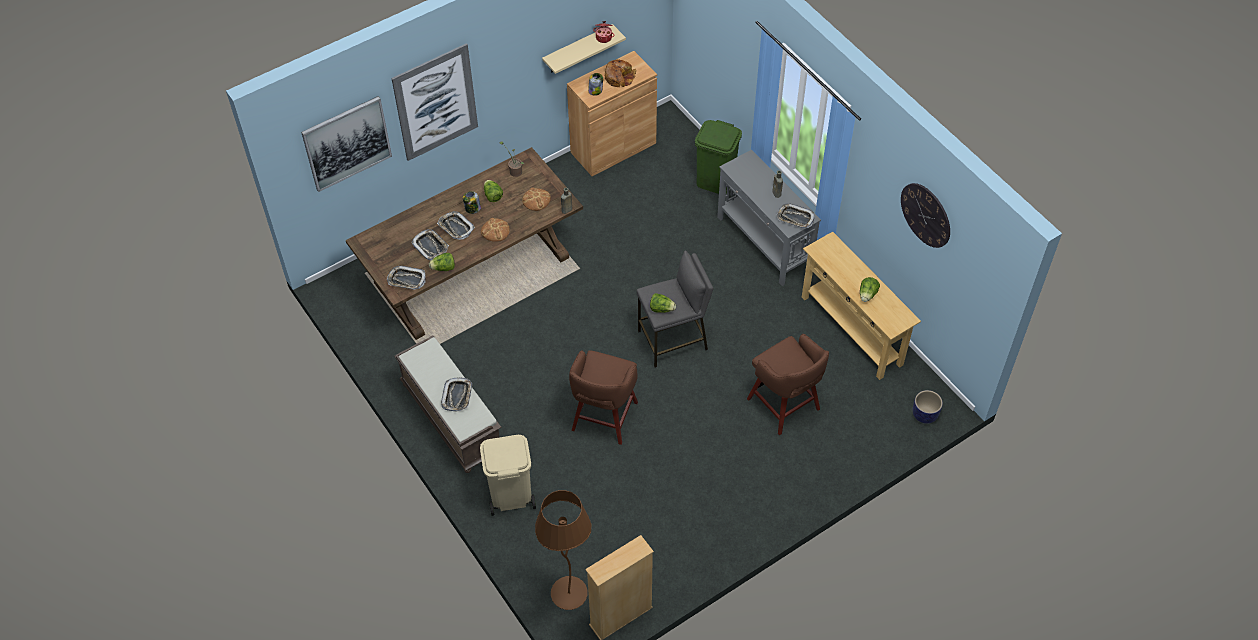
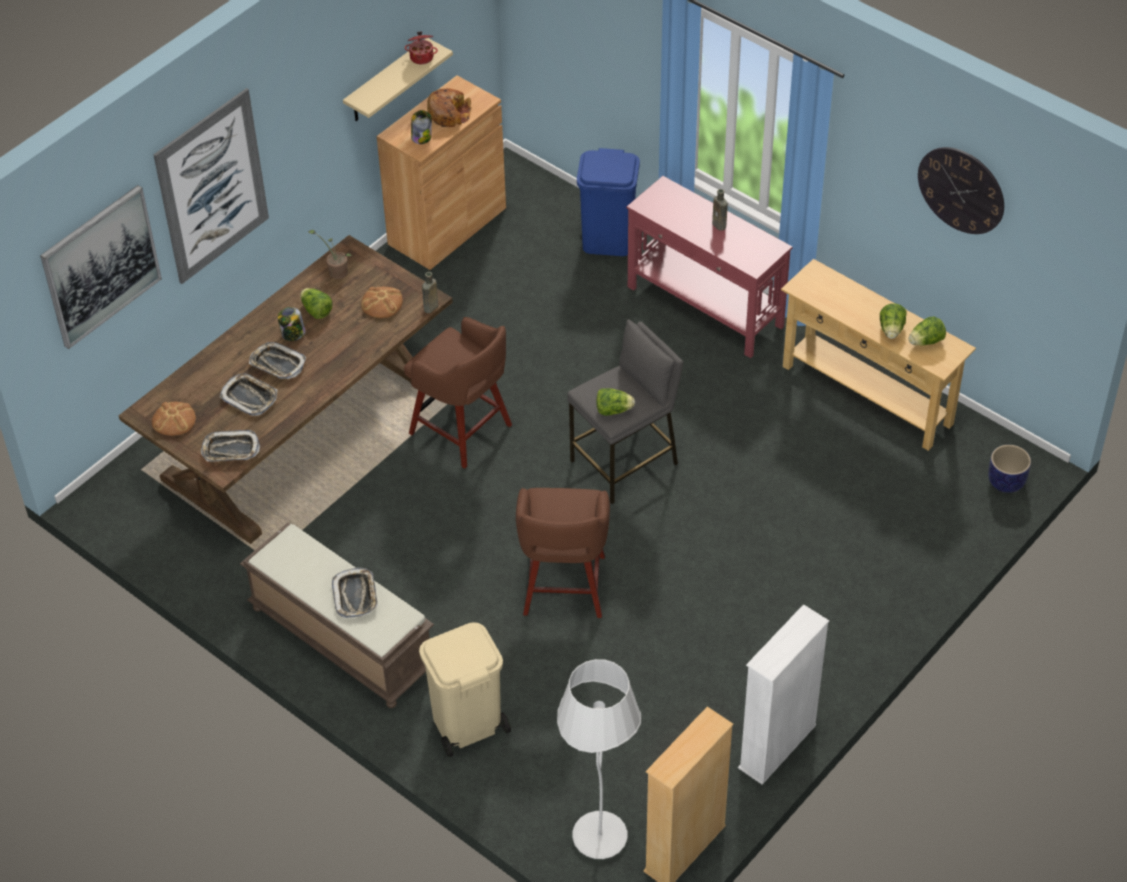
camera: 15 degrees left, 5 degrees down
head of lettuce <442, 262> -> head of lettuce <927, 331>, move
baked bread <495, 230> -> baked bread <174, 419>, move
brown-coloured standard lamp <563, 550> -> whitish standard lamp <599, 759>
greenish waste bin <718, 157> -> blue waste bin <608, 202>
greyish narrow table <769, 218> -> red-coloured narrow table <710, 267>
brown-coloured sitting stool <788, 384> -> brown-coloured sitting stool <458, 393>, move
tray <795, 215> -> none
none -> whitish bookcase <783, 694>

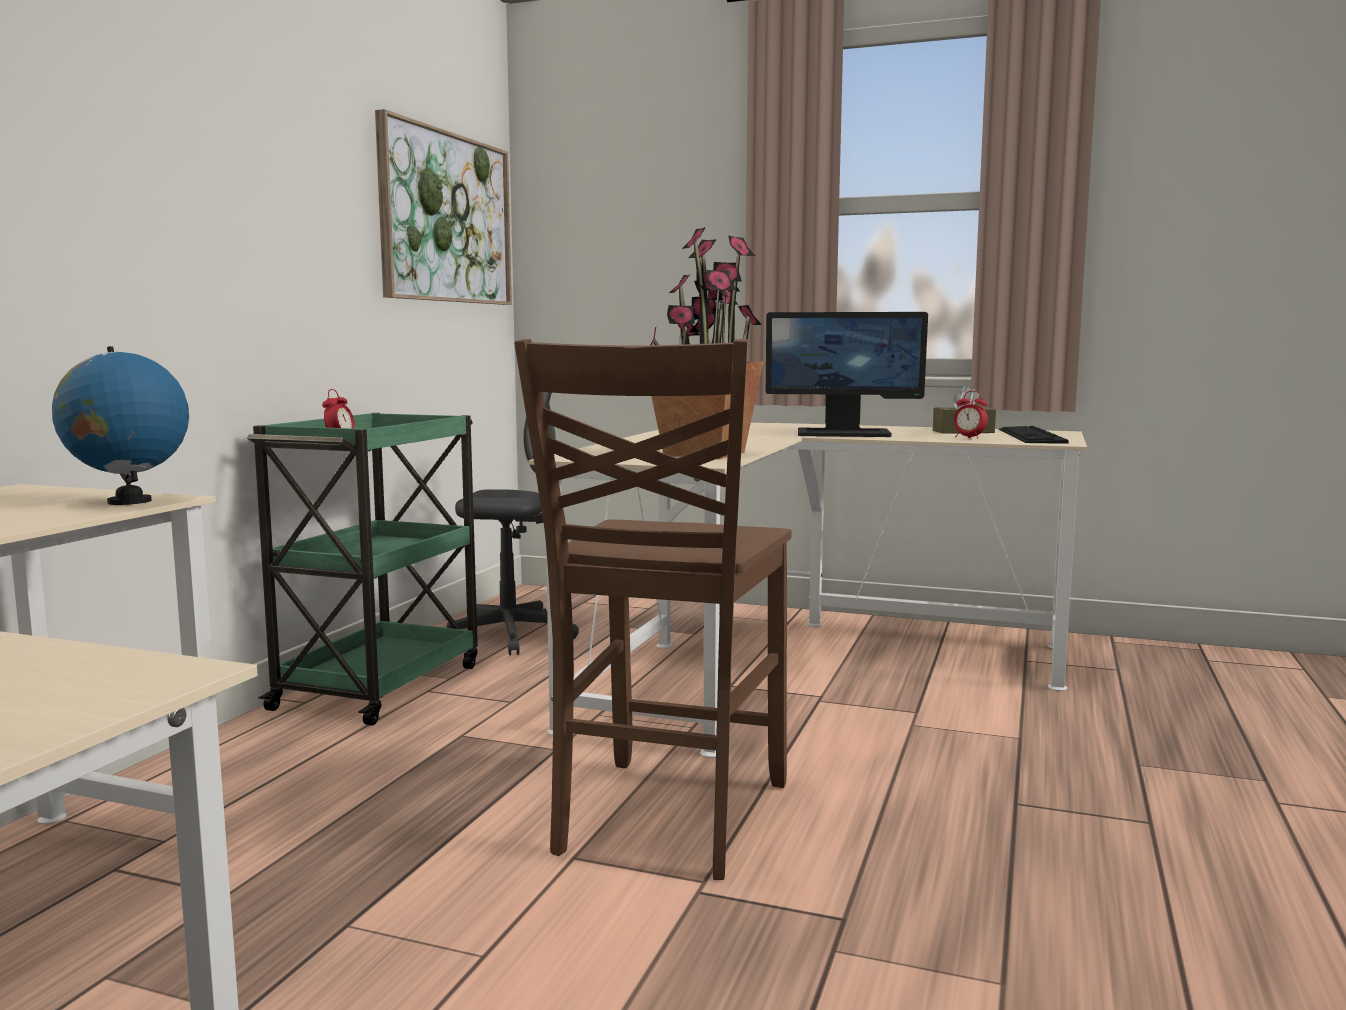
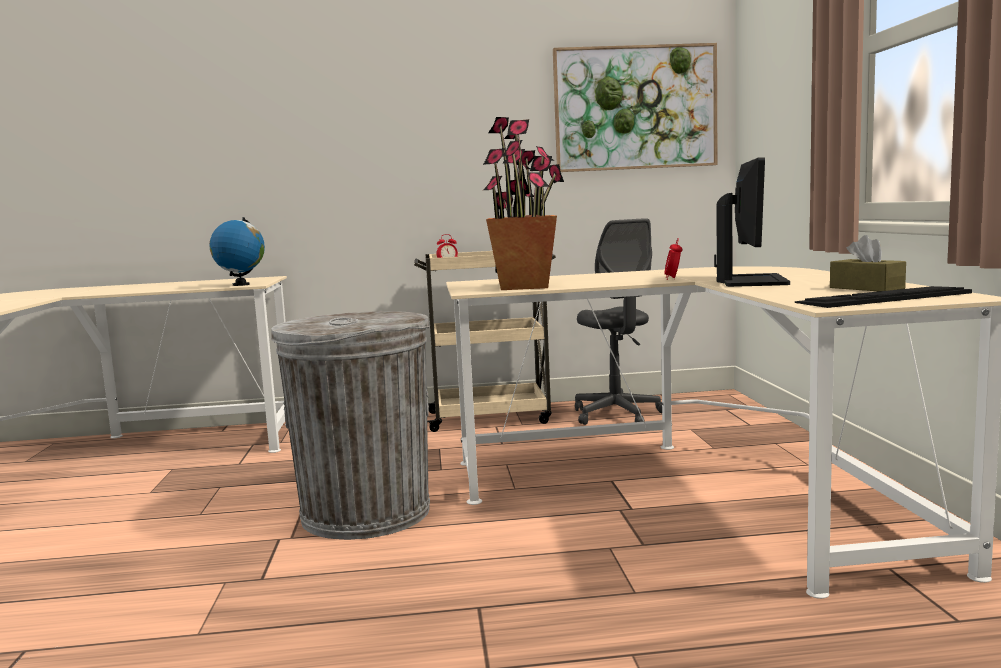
camera: 65 degrees right, 0 degrees up
greenish wheeled cart <362, 569> -> sand-coloured wheeled cart <485, 341>
brown-coloured plain chair <652, 609> -> greyish waste bin <350, 425>
computer display <847, 374> -> computer display <752, 222>, 150 degrees counterclockwise
table clock <971, 415> -> table clock <673, 259>, move

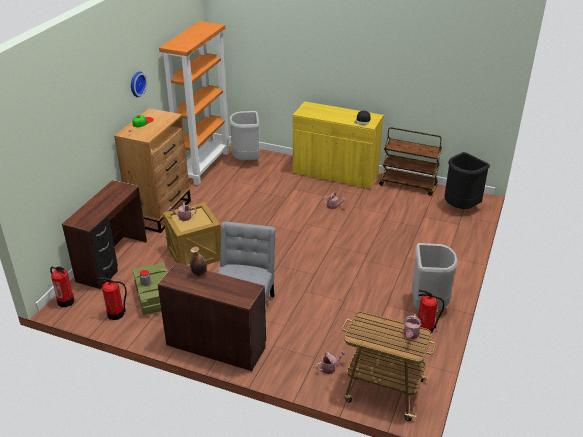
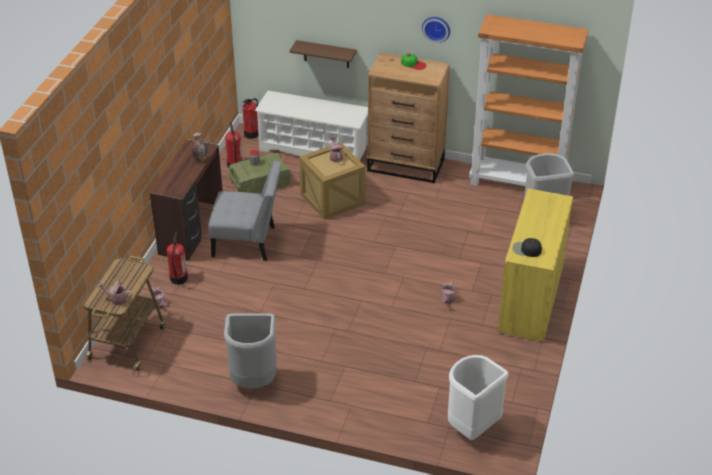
camera: 85 degrees right, 5 degrees up
brown-coloured desk unit <104, 234> -> whitish shoe shelf <311, 125>
brown-coloured wheeled cart <410, 161> -> none
fire-fighting cylinder <431, 311> -> fire-fighting cylinder <177, 258>, move
black-coloured waste bin <467, 180> -> whitish waste bin <478, 397>
none -> brown-coloured wall shelf <323, 54>

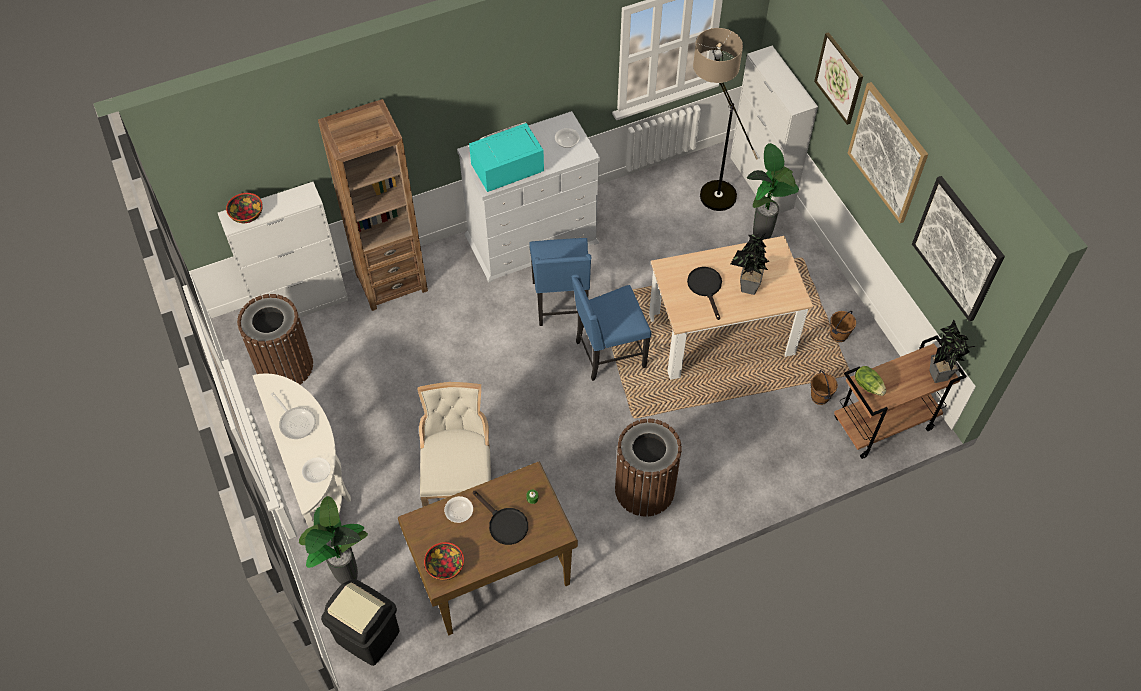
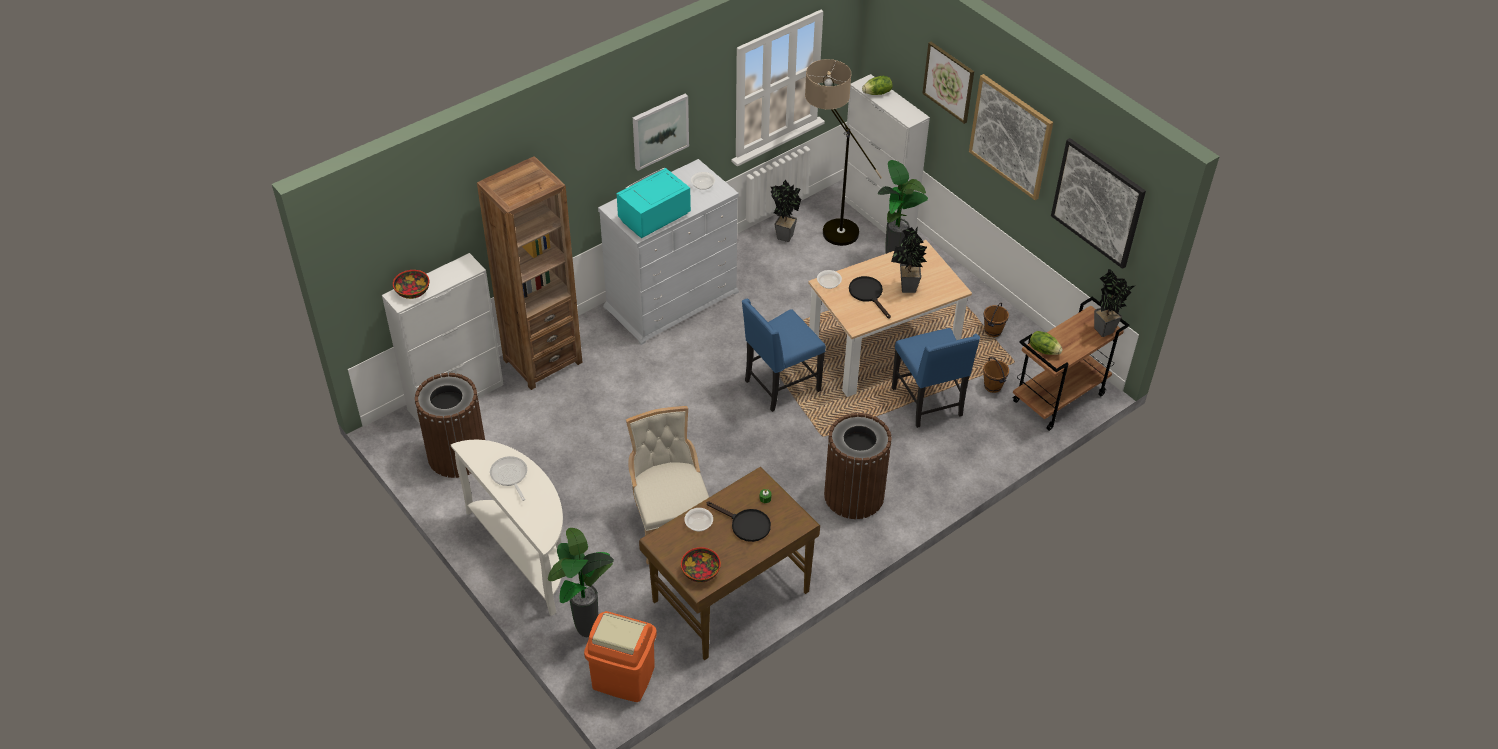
camera: 15 degrees left, 10 degrees down
skillet <293, 416> -> skillet <508, 478>, 150 degrees counterclockwise
bowl <316, 470> -> bowl <829, 279>, move
black-coloured waste bin <360, 622> -> orange waste bin <620, 656>
blue plain chair <560, 282> -> blue plain chair <936, 378>, move
none -> picture <661, 132>
none -> plant in a pot <786, 211>
none -> head of lettuce <877, 85>

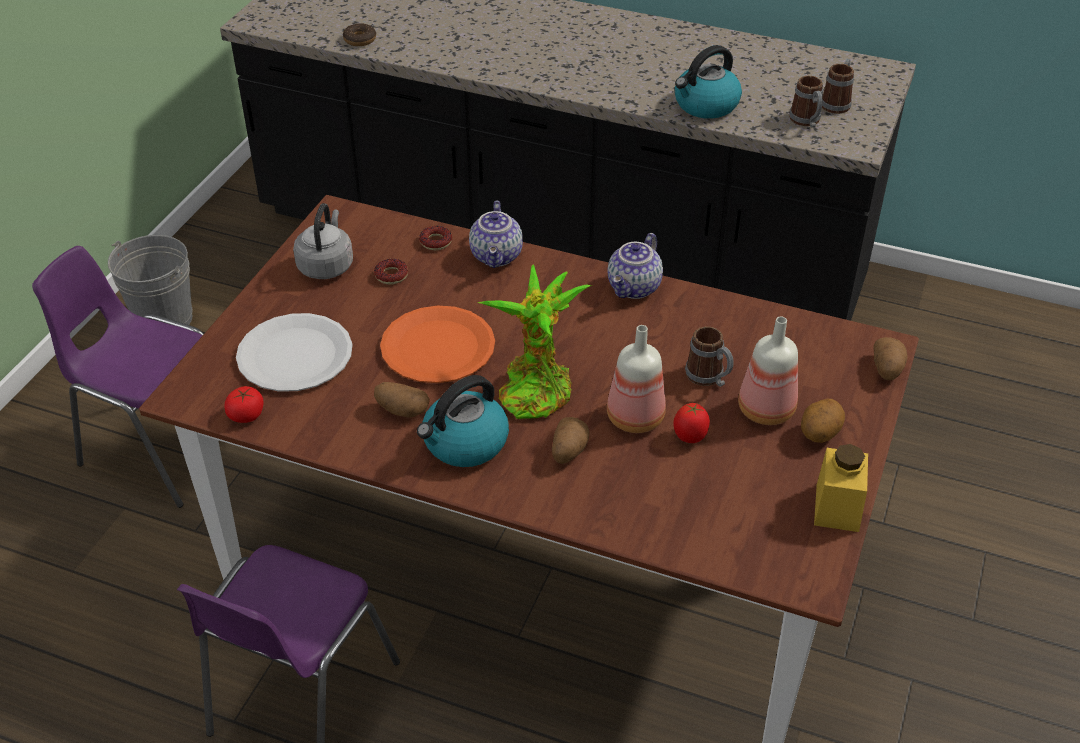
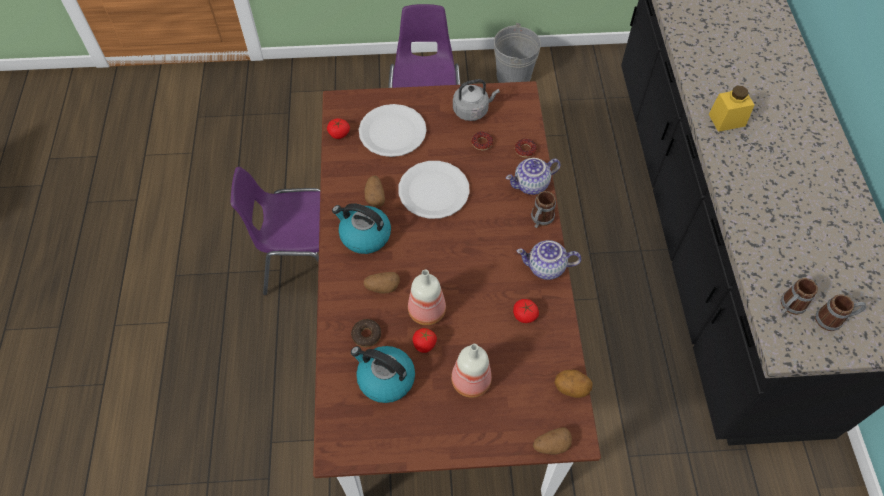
camera: 65 degrees right, 15 degrees up
doughnut <359, 34> -> doughnut <366, 333>, move
orange flat dish <437, 344> -> whitish flat dish <434, 190>
plant in a pot <534, 341> -> none
tea kettle <708, 82> -> tea kettle <383, 374>, move
mug <709, 356> -> mug <543, 209>, move
spud <823, 421> -> spud <573, 384>, move
yellow-coloured storage jar <841, 488> -> yellow-coloured storage jar <731, 109>, move
none -> fresh tomato <526, 311>

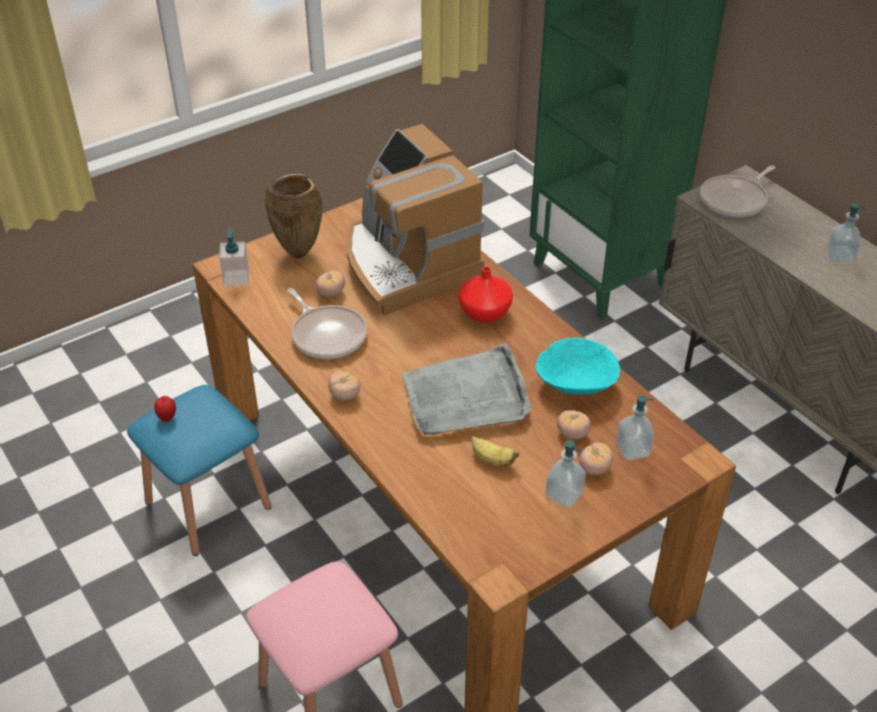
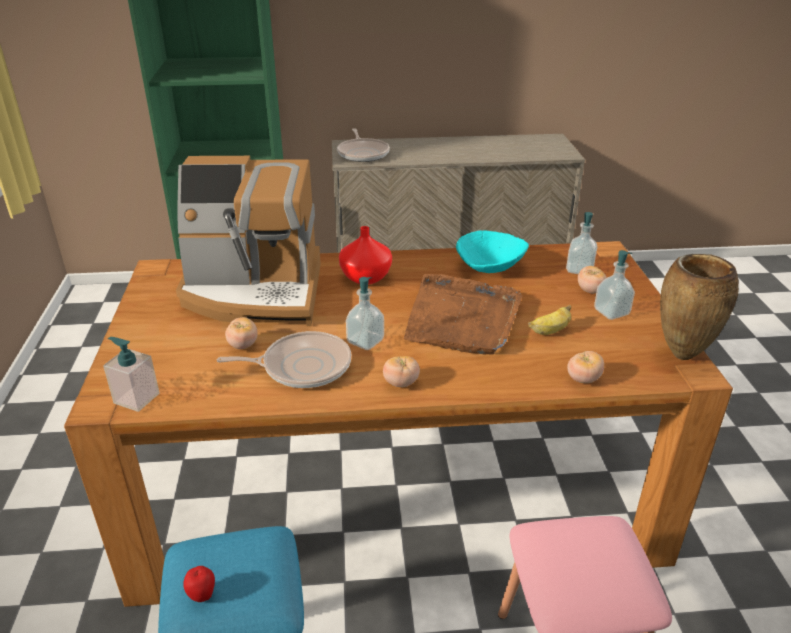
camera: 60 degrees left, 10 degrees down
brown-coloured vase <293, 215> -> brown-coloured vase <699, 307>, move
greyish tray <466, 389> -> brown-coloured tray <463, 314>
fresh tomato <574, 425> -> fresh tomato <585, 367>, move
liquid soap bottle <846, 232> -> liquid soap bottle <365, 313>, move

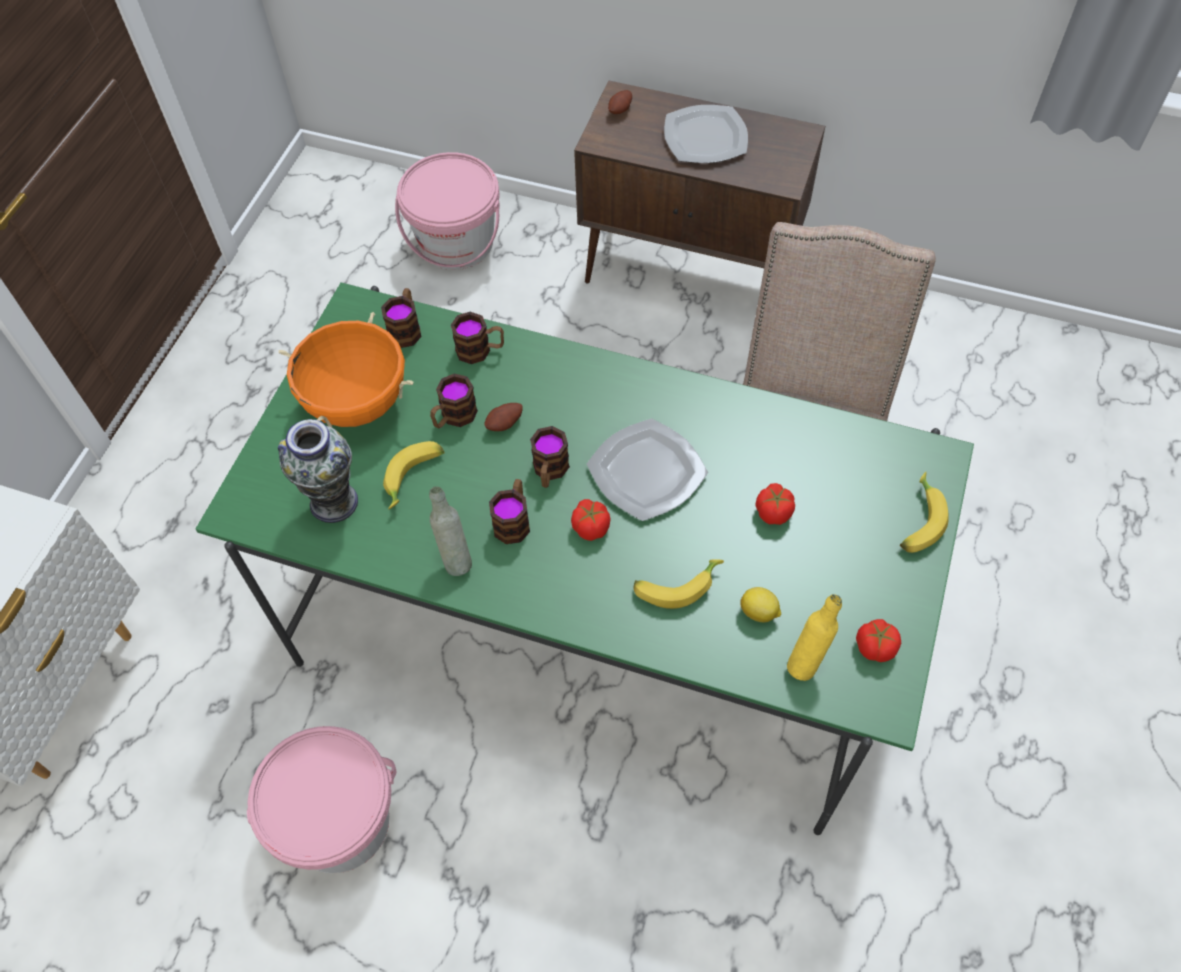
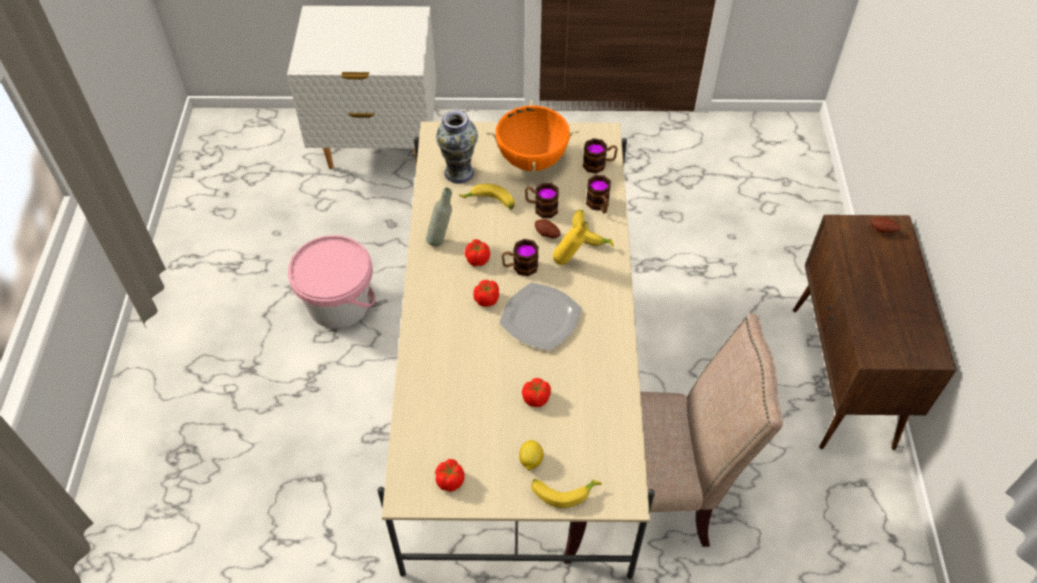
camera: 70 degrees right, 5 degrees down
greenish kitchen table <585, 558> -> sand-coloured kitchen table <516, 350>
pinkish water bucket <447, 211> -> none
mug <509, 511> -> fresh tomato <477, 252>
banana <679, 584> -> banana <593, 228>, move
flat dish <706, 134> -> none
citrus fruit <760, 604> -> citrus fruit <531, 455>, move
yellow-coloured beverage bottle <814, 637> -> yellow-coloured beverage bottle <570, 243>, move

